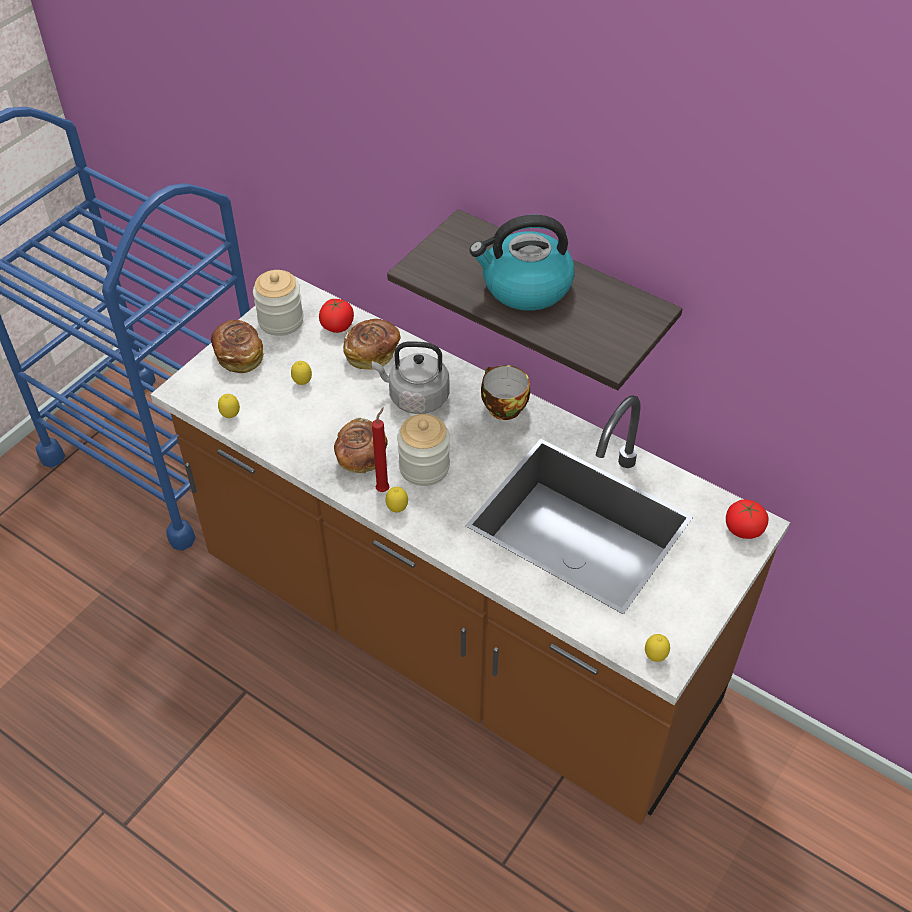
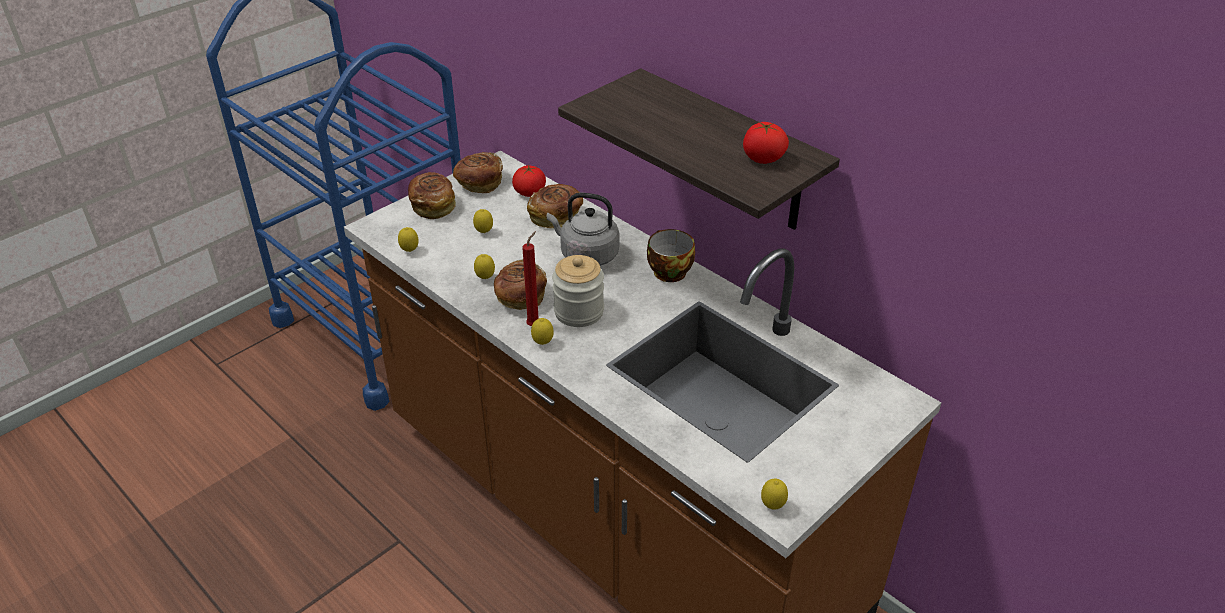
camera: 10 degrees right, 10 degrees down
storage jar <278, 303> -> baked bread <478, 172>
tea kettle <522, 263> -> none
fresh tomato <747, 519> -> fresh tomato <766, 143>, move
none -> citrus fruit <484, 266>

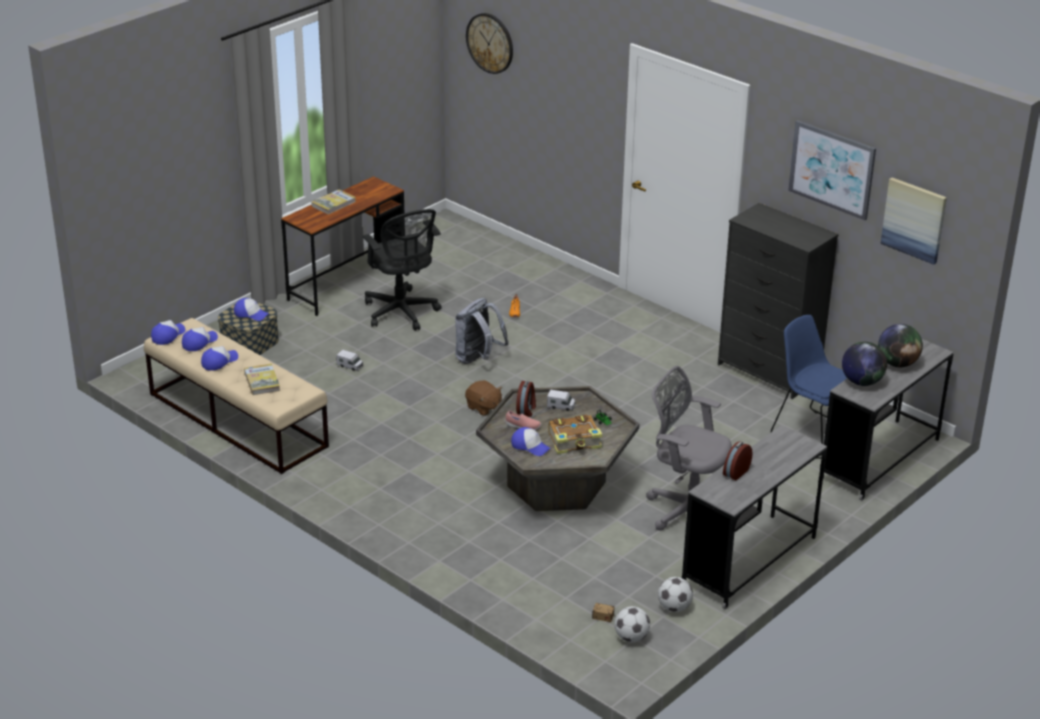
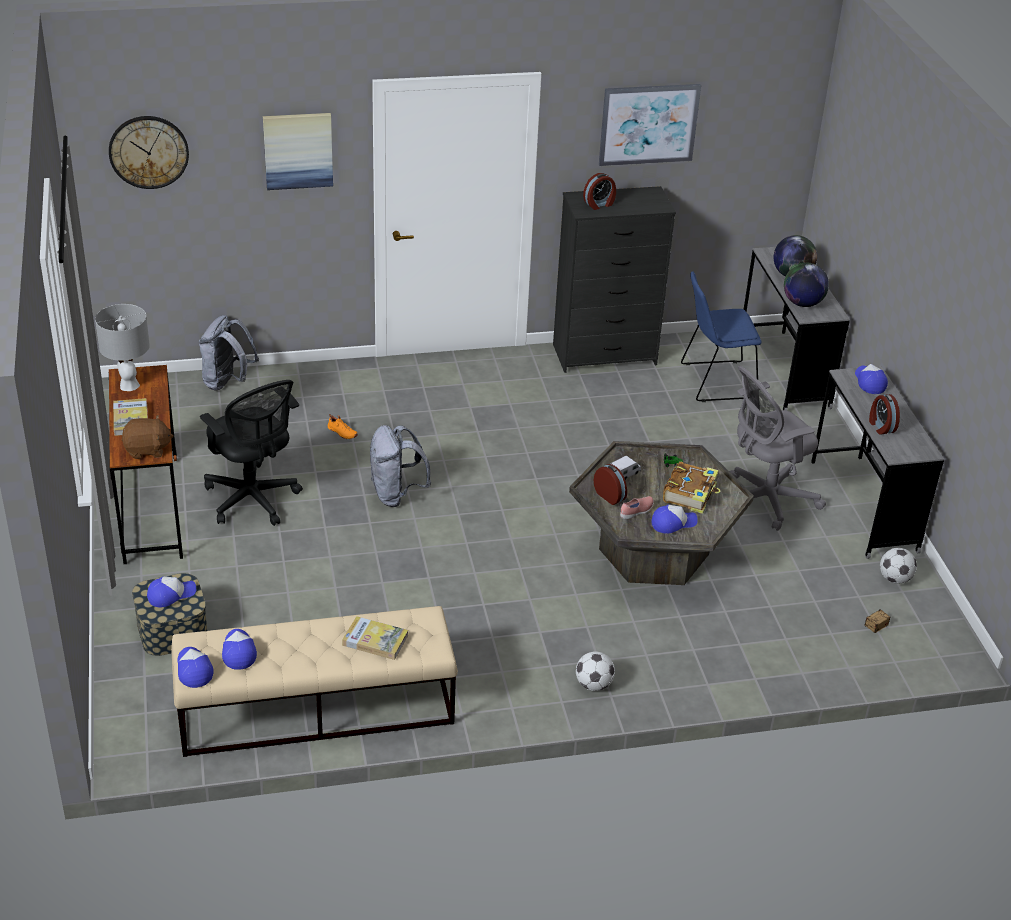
camera: 55 degrees left, 5 degrees up
cap <219, 358> -> cap <871, 379>, move
model truck <349, 360> -> none
black-coloured computer chair <402, 270> -> black-coloured computer chair <251, 453>, 45 degrees clockwise
brown-coloured cuddly toy <483, 398> -> brown-coloured cuddly toy <147, 437>, move
ball for football <632, 624> -> ball for football <595, 671>, move
picture <914, 221> -> picture <298, 151>, move
none -> greyish table lamp <122, 347>
none -> greyish rucksack <228, 352>
none -> table clock <599, 191>

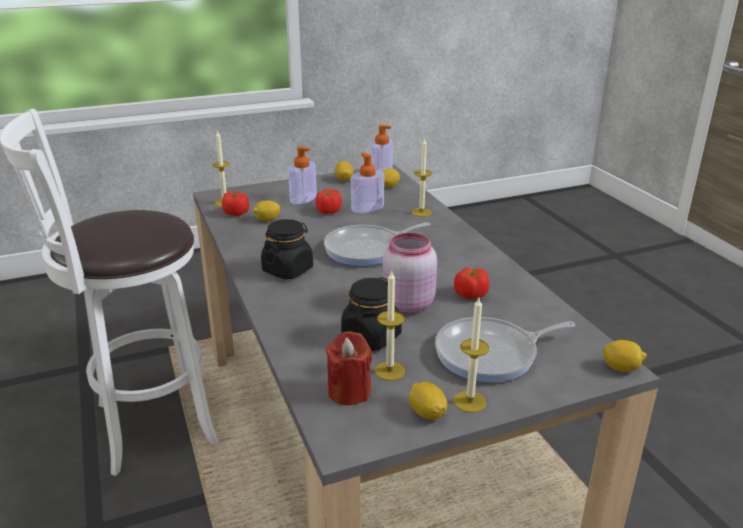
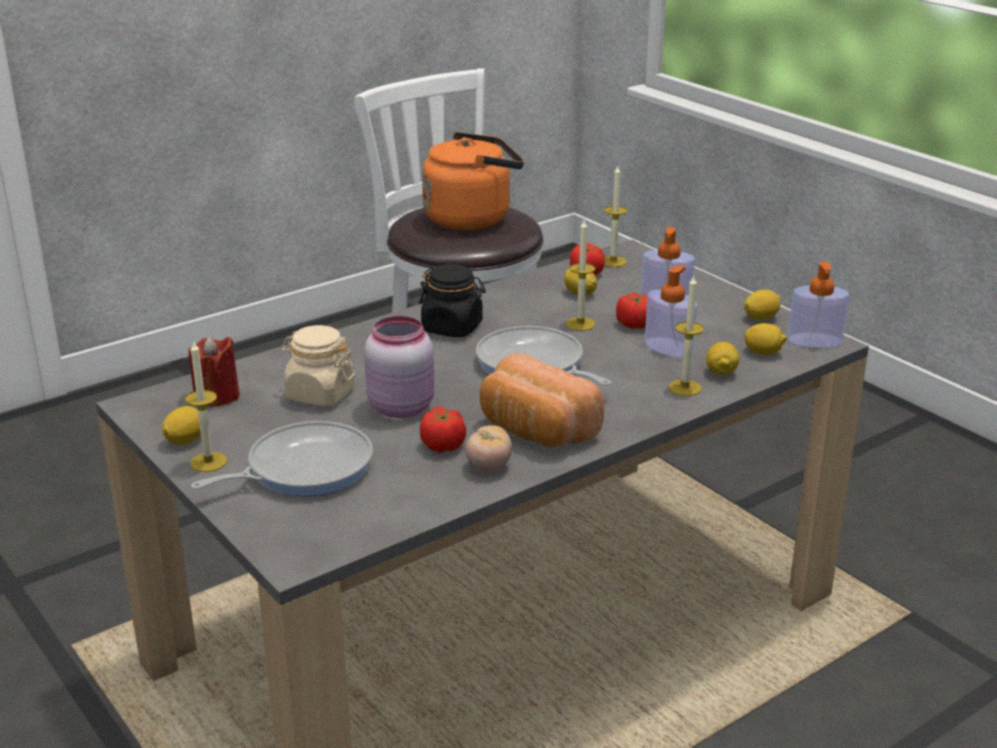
camera: 75 degrees right, 0 degrees up
black-coloured storage jar <371, 314> -> sand-coloured storage jar <318, 366>
wax light <390, 325> -> wax light <581, 275>, move
skillet <505, 349> -> skillet <282, 458>, 90 degrees clockwise
citrus fruit <625, 356> -> citrus fruit <722, 358>, move
none -> orange tea kettle <473, 181>
none -> fresh tomato <489, 448>
none -> baked bread <542, 400>

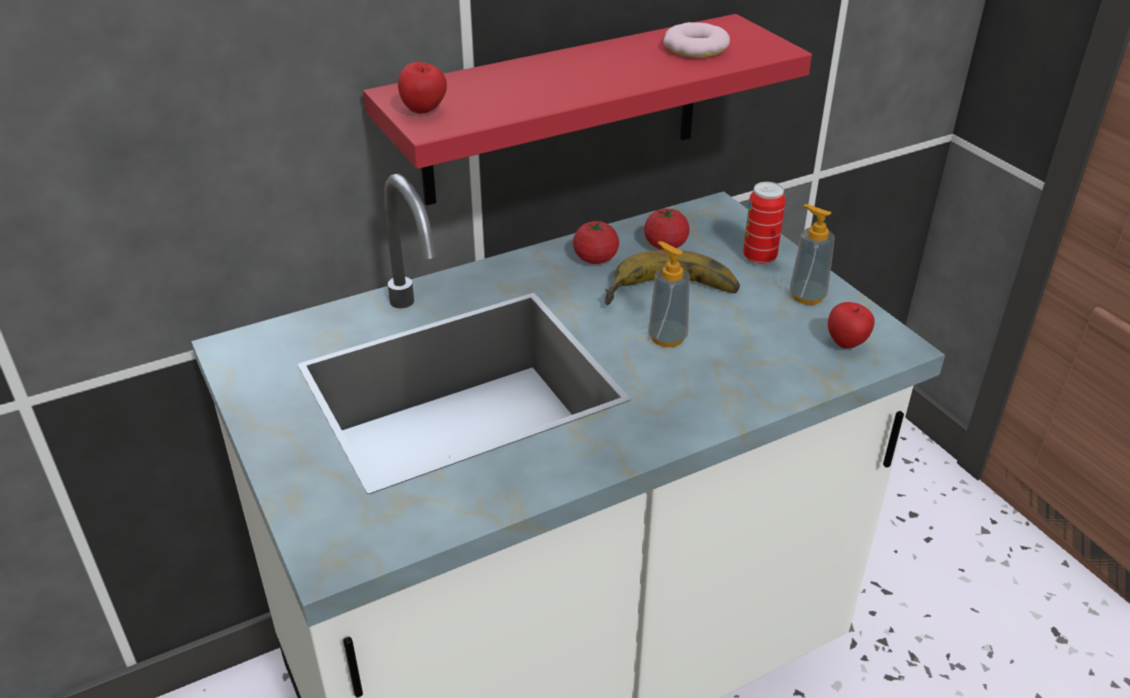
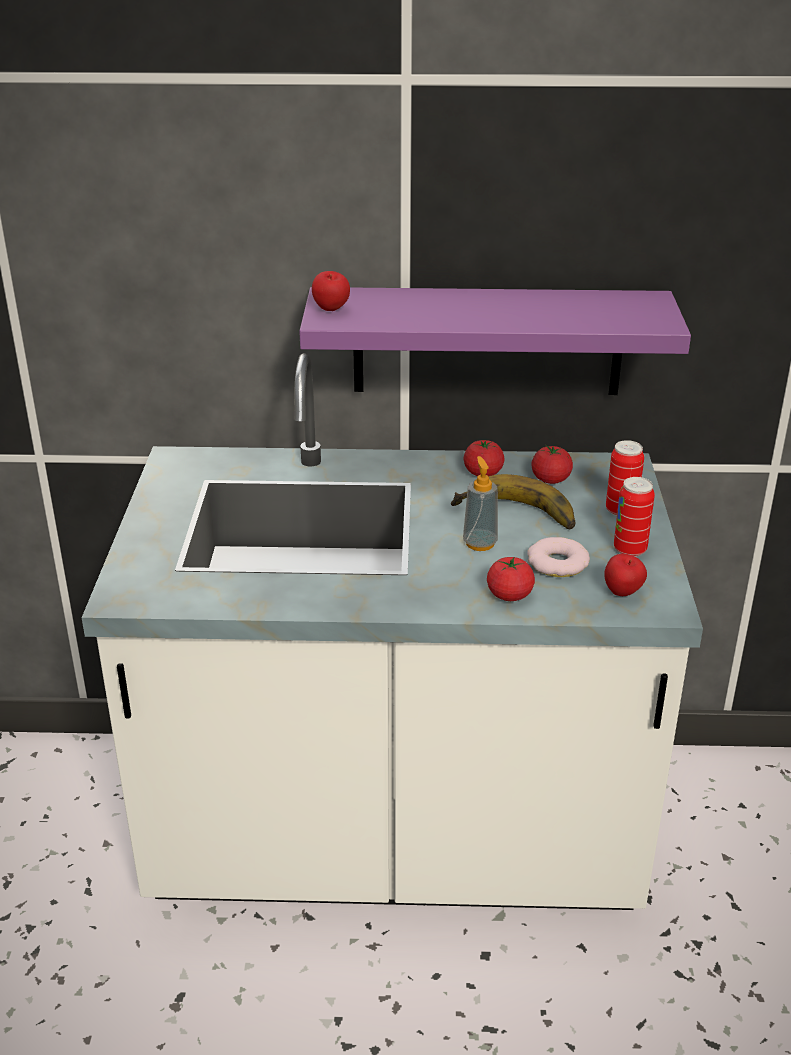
camera: 30 degrees right, 5 degrees down
red-coloured wall shelf <587, 110> -> purplish wall shelf <495, 341>
doughnut <696, 40> -> doughnut <558, 557>, move
liquid soap bottle <812, 254> -> can <634, 517>
none -> fresh tomato <511, 579>

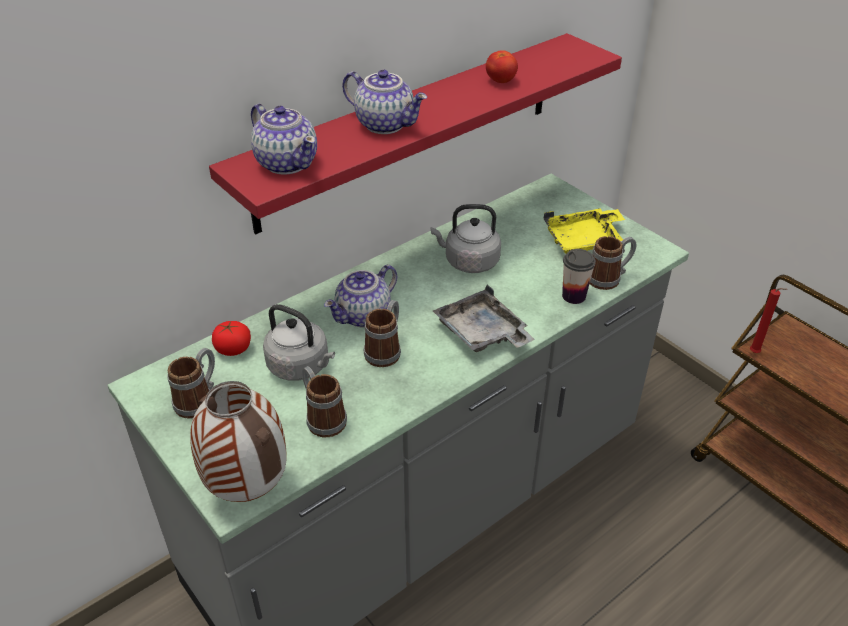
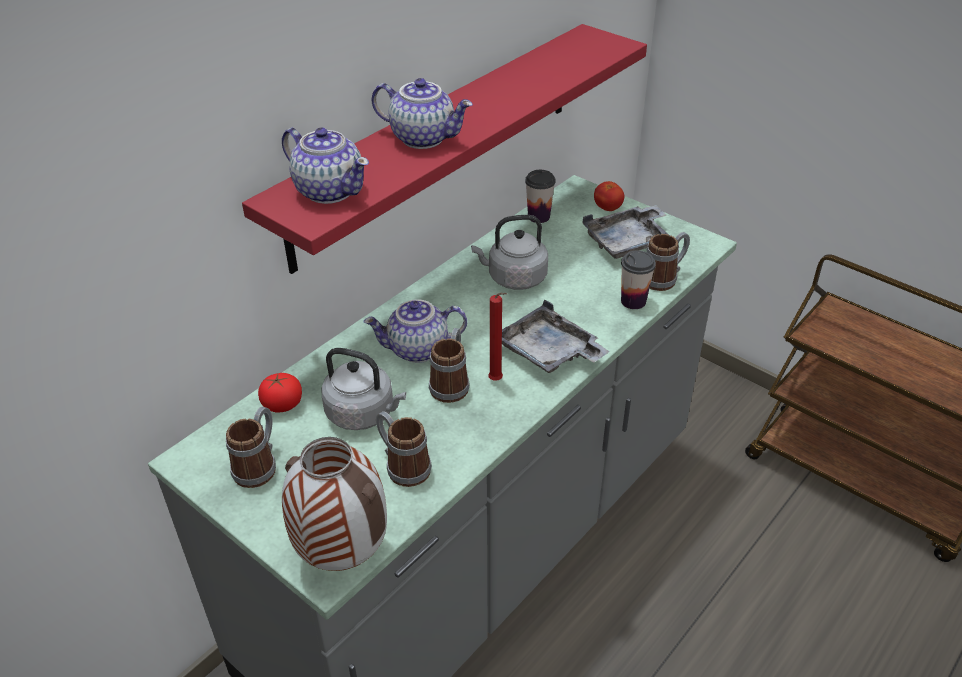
camera: 10 degrees left, 0 degrees up
tea pot <360, 296> -> tea pot <415, 331>, 45 degrees clockwise
fresh tomato <502, 66> -> fresh tomato <609, 196>, move
yellow-coloured tray <584, 231> -> greyish tray <626, 232>
red-coloured wax light <768, 320> -> red-coloured wax light <497, 336>, move
none -> cup <540, 196>

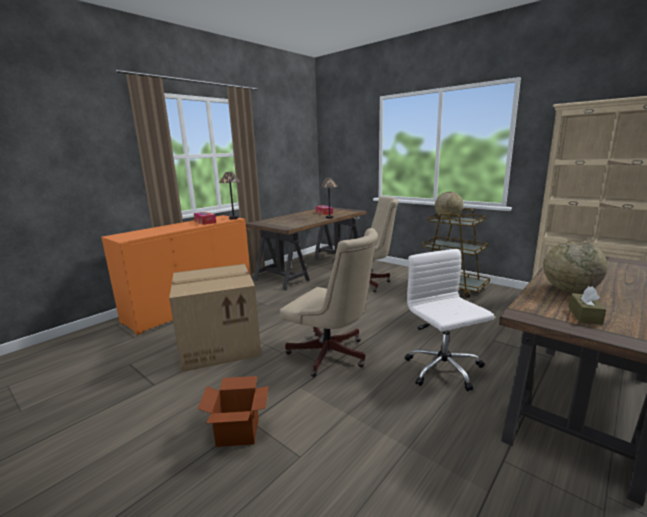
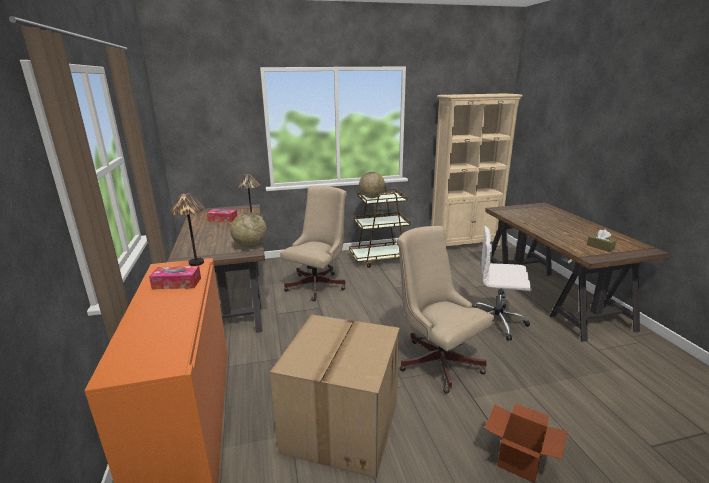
camera: 55 degrees left, 5 degrees up
sand-coloured computer chair <329, 302> -> sand-coloured computer chair <445, 310>, 105 degrees counterclockwise
desk globe <575, 266> -> desk globe <249, 230>, move

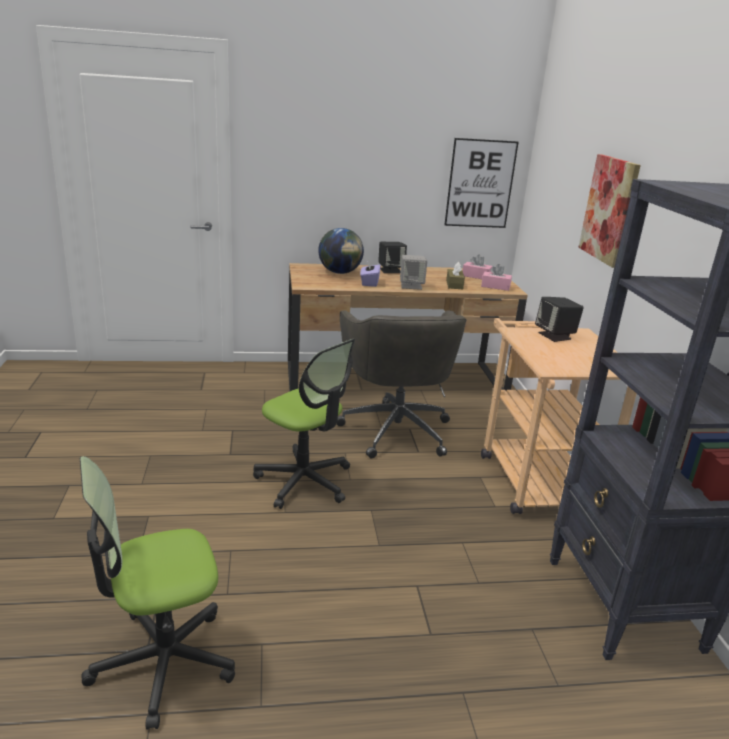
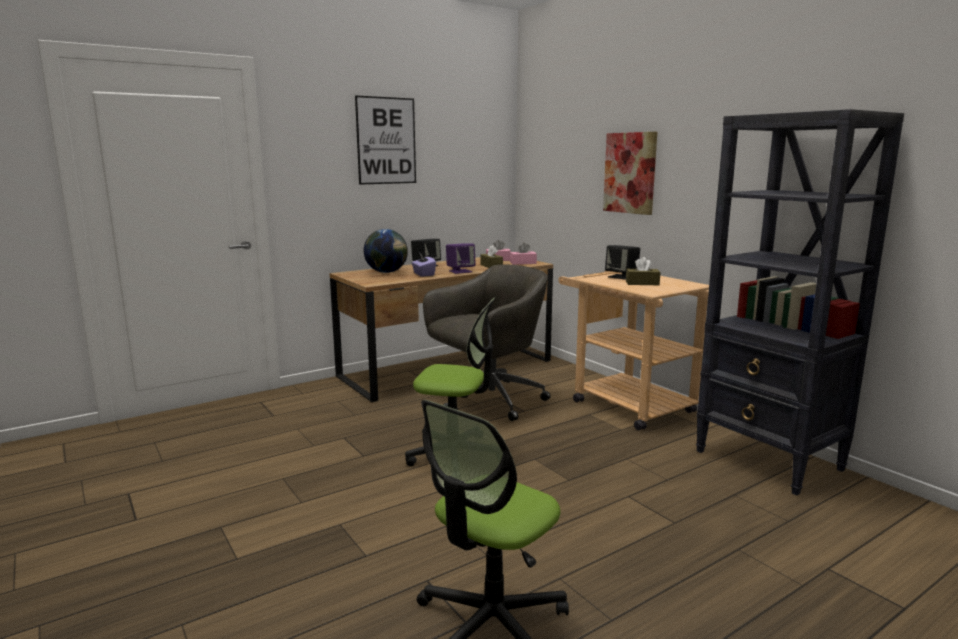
camera: 25 degrees left, 10 degrees down
greyish computer chair <402, 384> -> greyish computer chair <487, 342>, 90 degrees counterclockwise
greyish loudspeaker <413, 272> -> purplish loudspeaker <461, 258>
picture <482, 183> -> picture <385, 140>, move
none -> brown-coloured tissue box <643, 271>

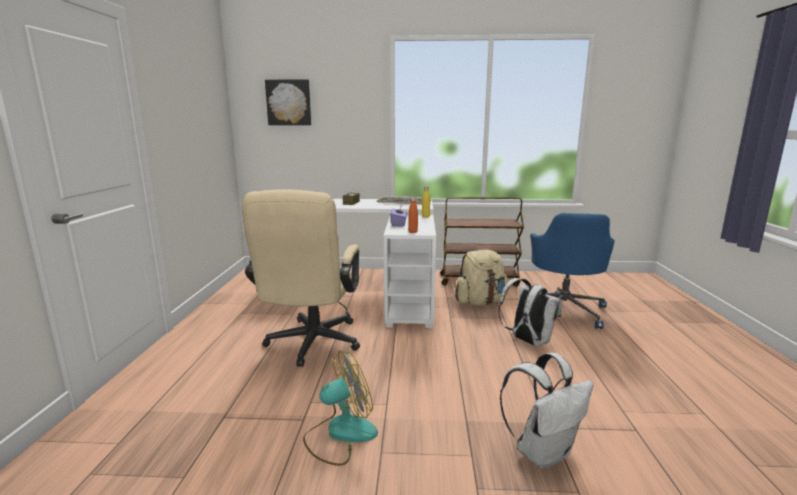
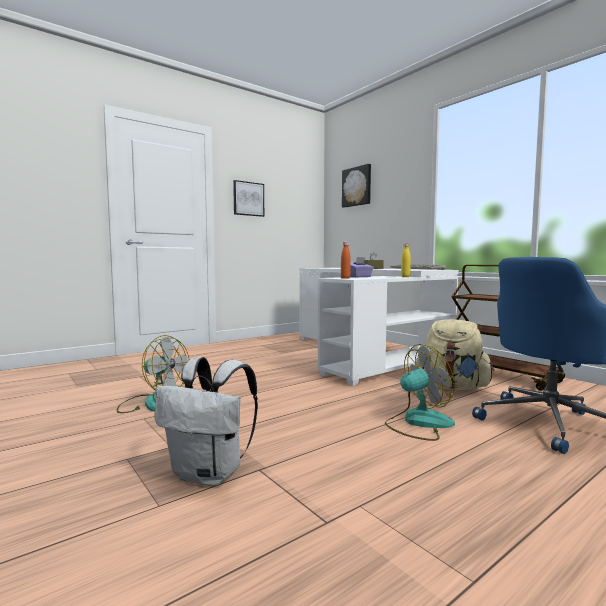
camera: 50 degrees right, 10 degrees down
sand-coloured computer chair <301, 278> -> none
whitish rucksack <530, 312> -> fan <420, 392>
none -> picture <248, 198>

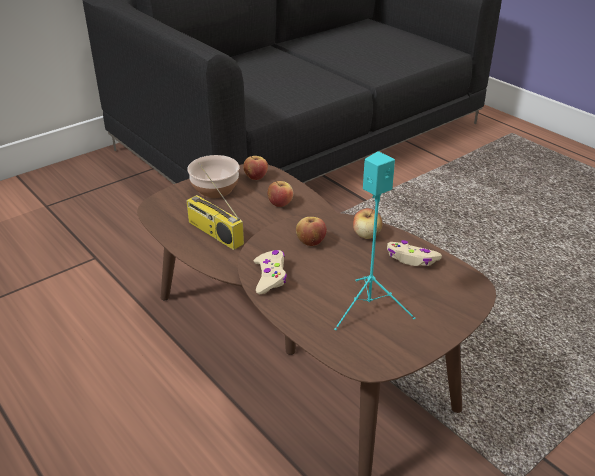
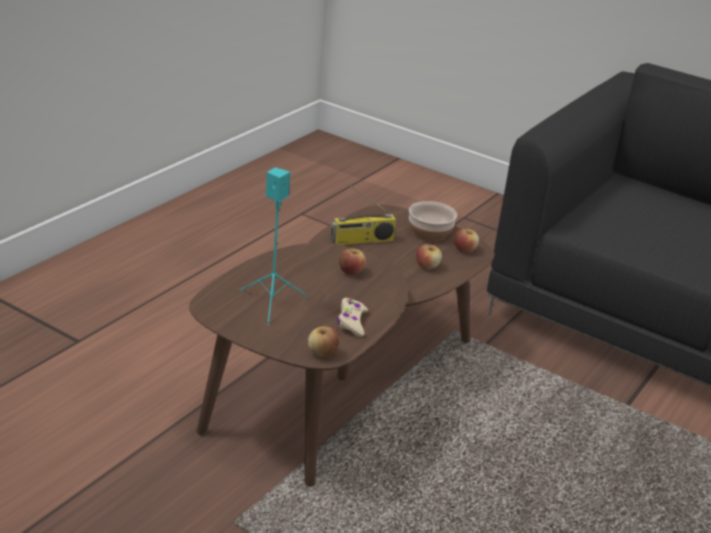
camera: 70 degrees right, 5 degrees down
radio receiver <215, 206> -> radio receiver <363, 214>, 135 degrees counterclockwise
sand-coloured game controller <270, 272> -> none
apple fruit <367, 223> -> apple fruit <323, 341>, move

